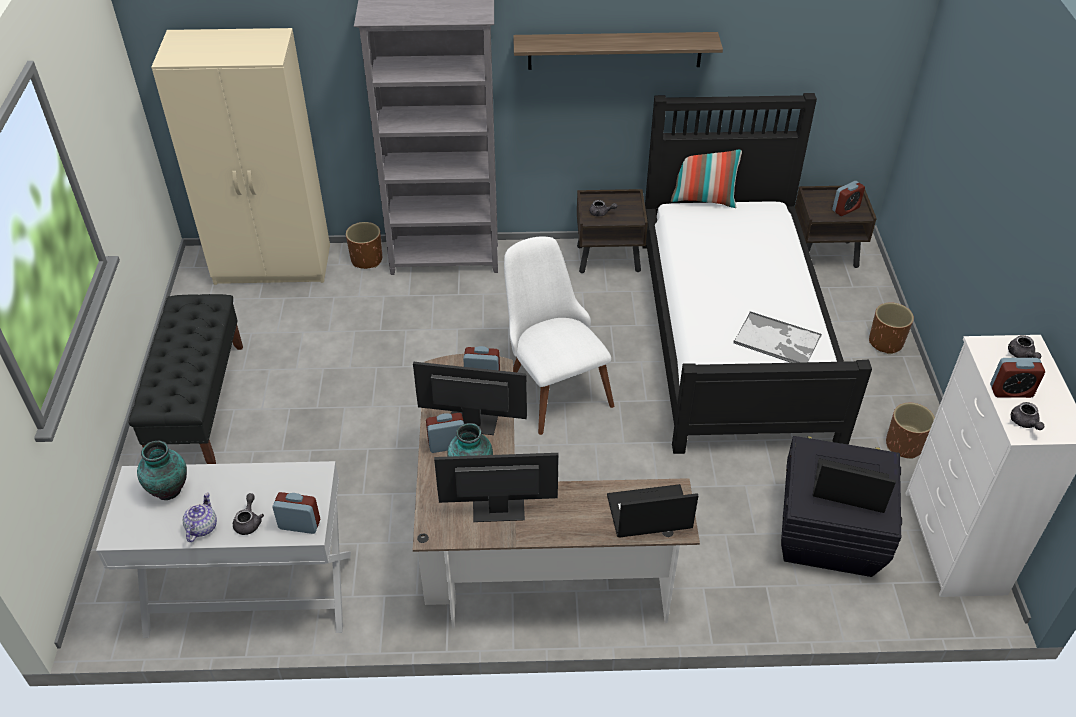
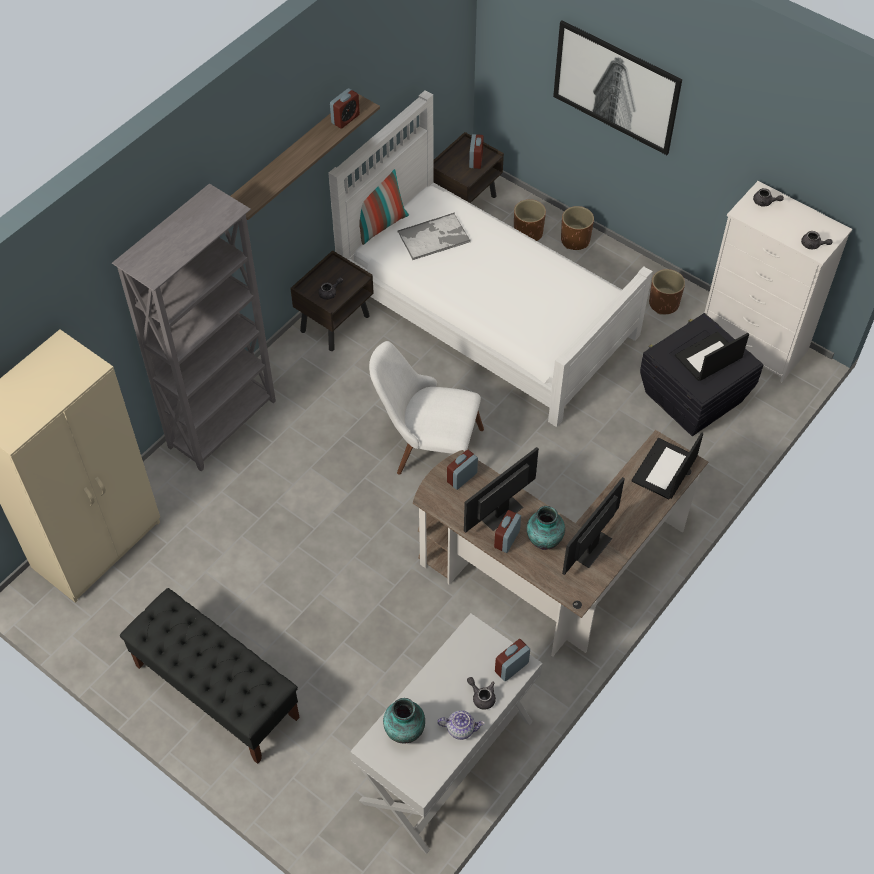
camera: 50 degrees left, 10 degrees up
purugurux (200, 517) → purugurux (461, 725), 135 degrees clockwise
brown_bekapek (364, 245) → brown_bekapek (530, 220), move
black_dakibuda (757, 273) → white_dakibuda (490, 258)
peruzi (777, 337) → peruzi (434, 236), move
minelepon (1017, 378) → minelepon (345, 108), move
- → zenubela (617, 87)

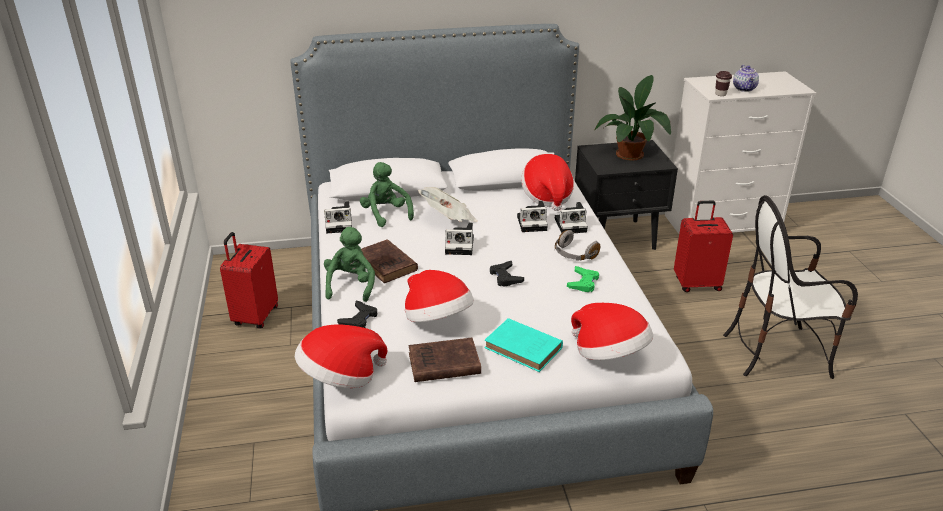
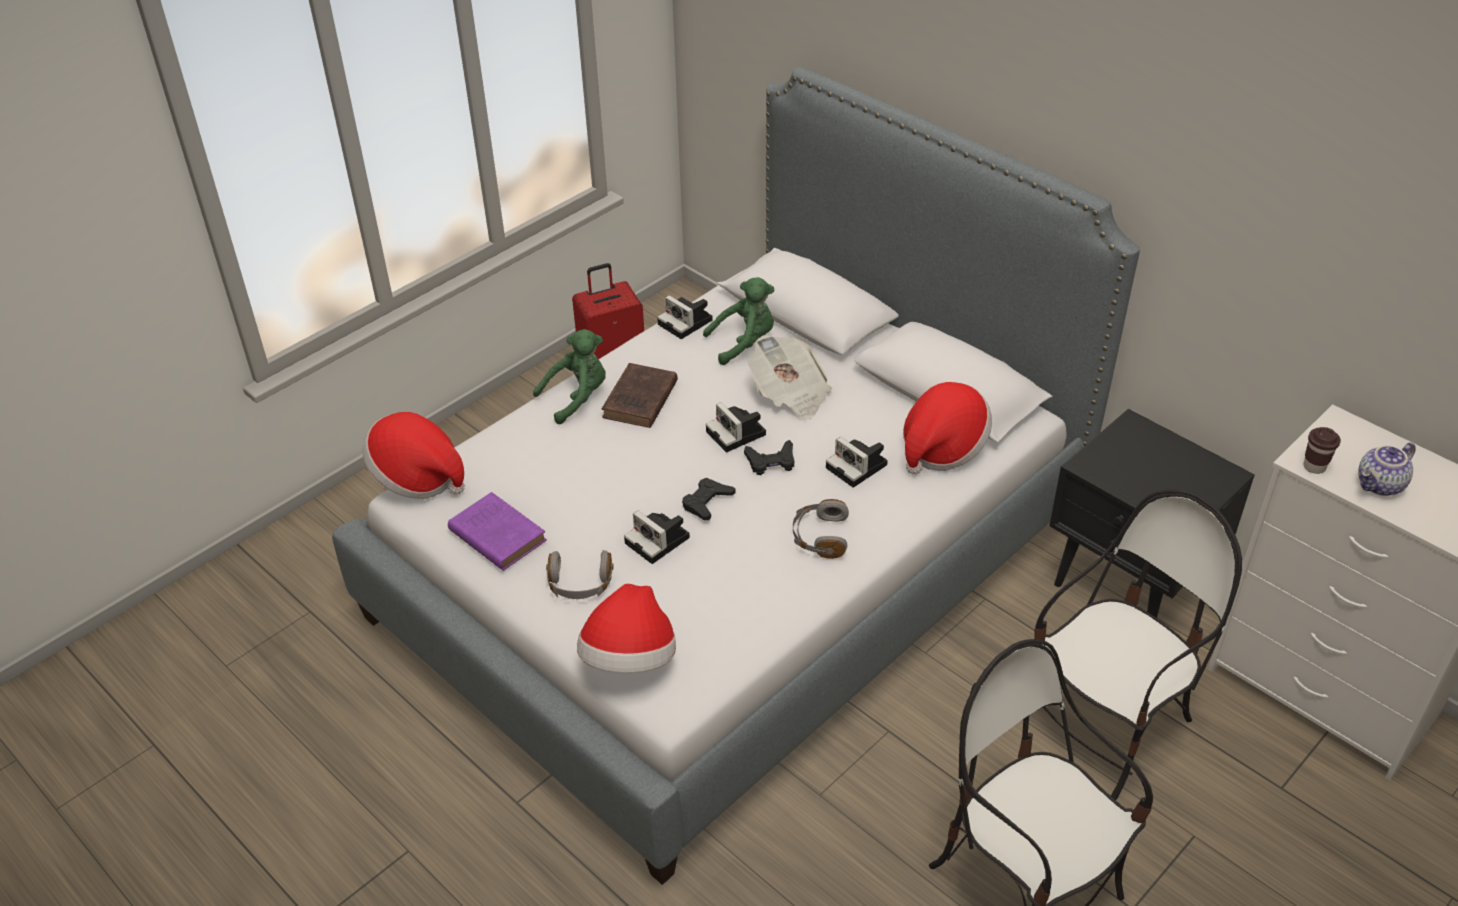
camera: 55 degrees right, 10 degrees up
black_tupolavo (357, 314) → black_tupolavo (769, 457), move
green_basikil (387, 194) → green_basikil (738, 321), 45 degrees clockwise
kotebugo (439, 296) → -
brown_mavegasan (444, 360) → purple_mavegasan (497, 531)
turquoise_mavegasan (523, 345) → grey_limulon (580, 574)
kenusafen (571, 217) → kenusafen (657, 537), move
green_tupolavo (583, 279) → -
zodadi (633, 118) → -
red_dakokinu (703, 246) → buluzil (1131, 644)

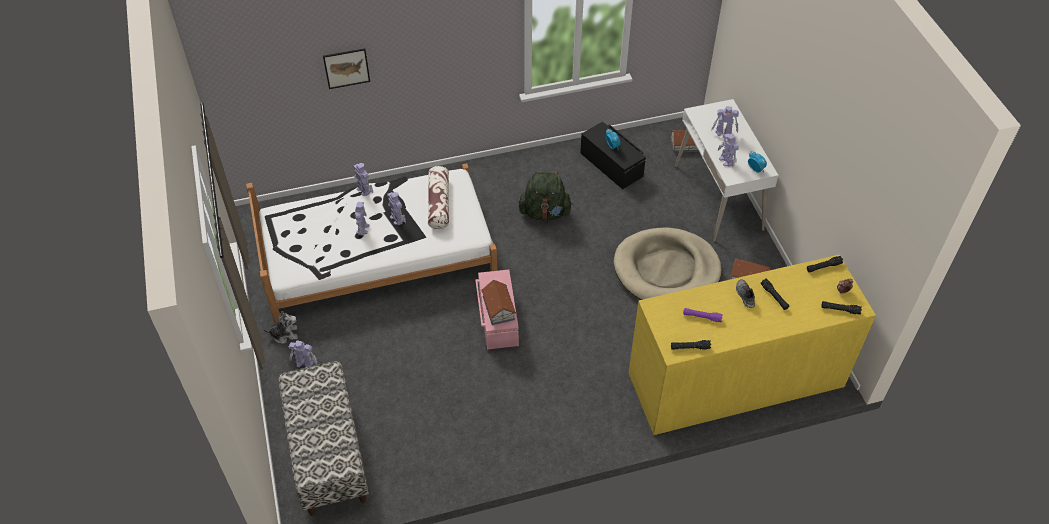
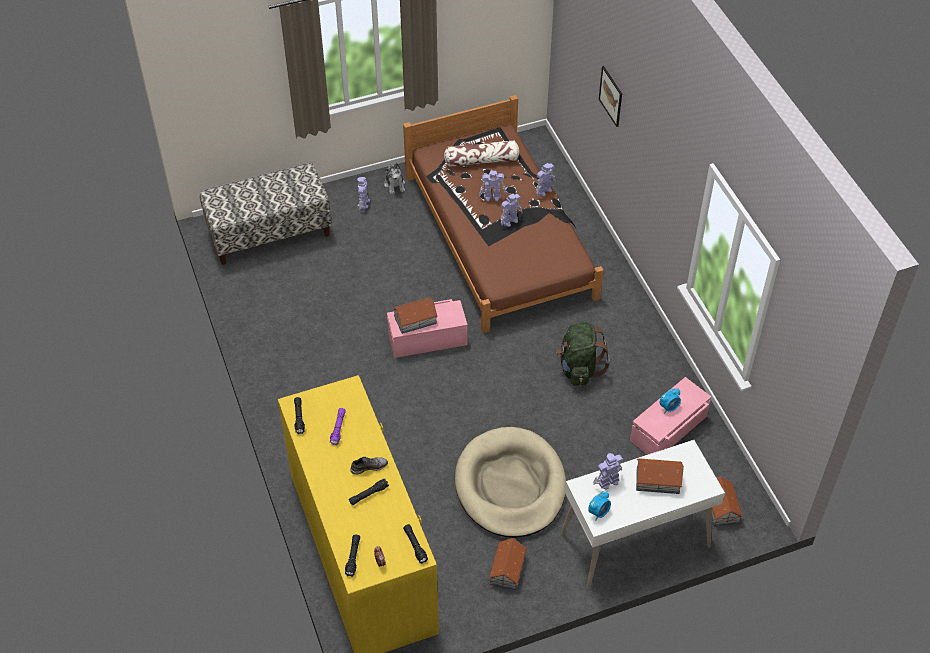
camera: 85 degrees right, 0 degrees up
white_dakibuda (371, 243) → brown_dakibuda (503, 214)
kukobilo (438, 197) → kukobilo (481, 154), move
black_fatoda (613, 155) → pink_fatoda (670, 416)
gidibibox (725, 121) → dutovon (660, 476)

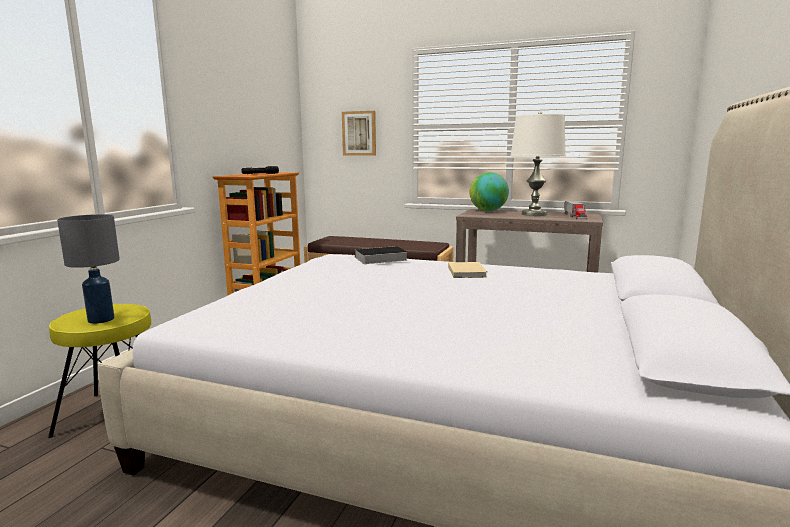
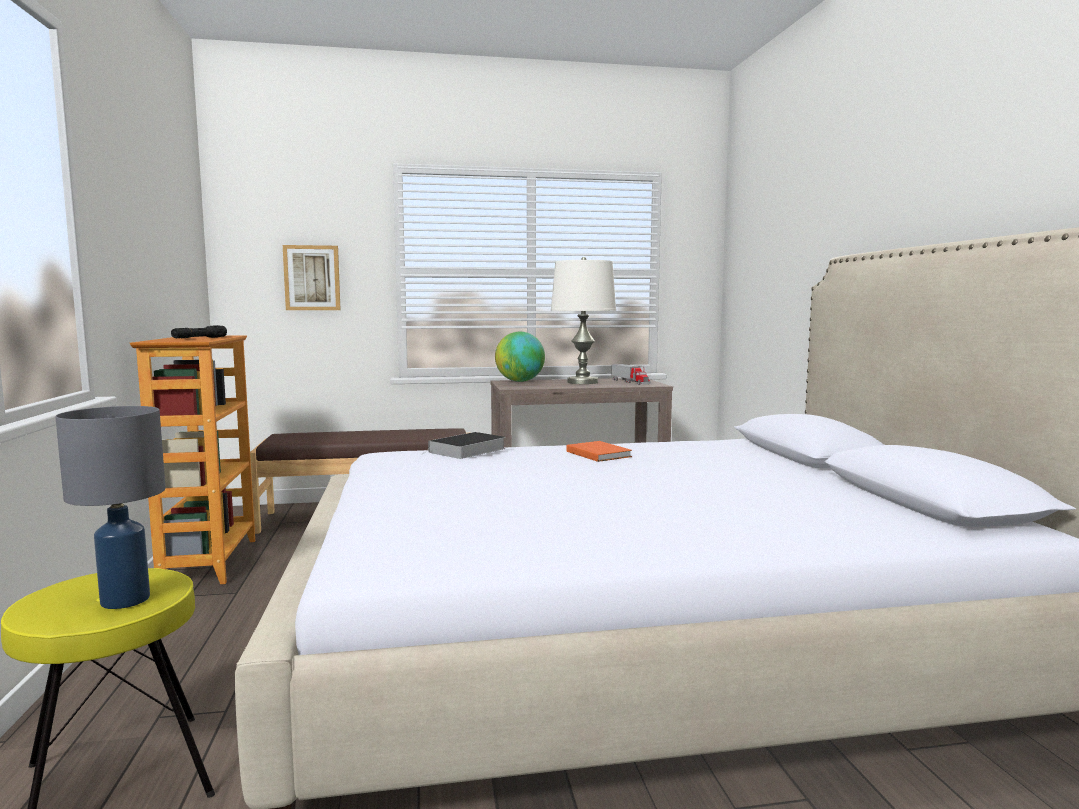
camera: 30 degrees left, 5 degrees down
beige_mavegasan (467, 270) → orange_mavegasan (599, 451)

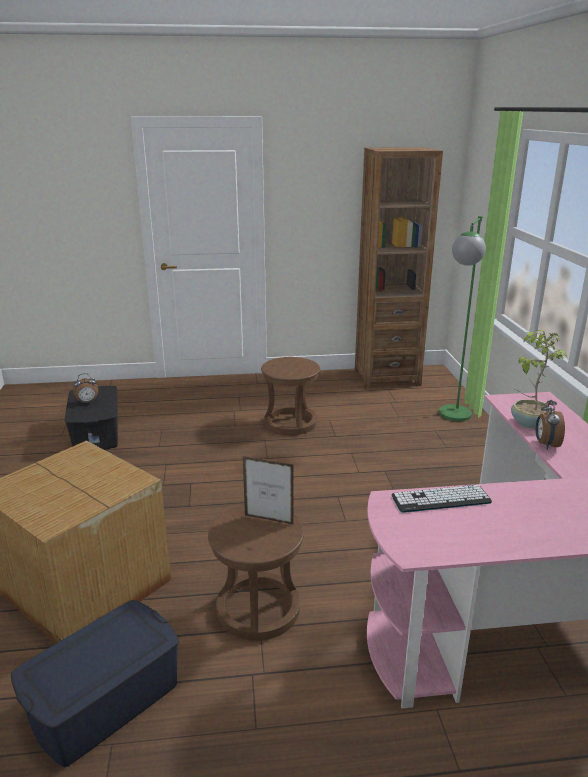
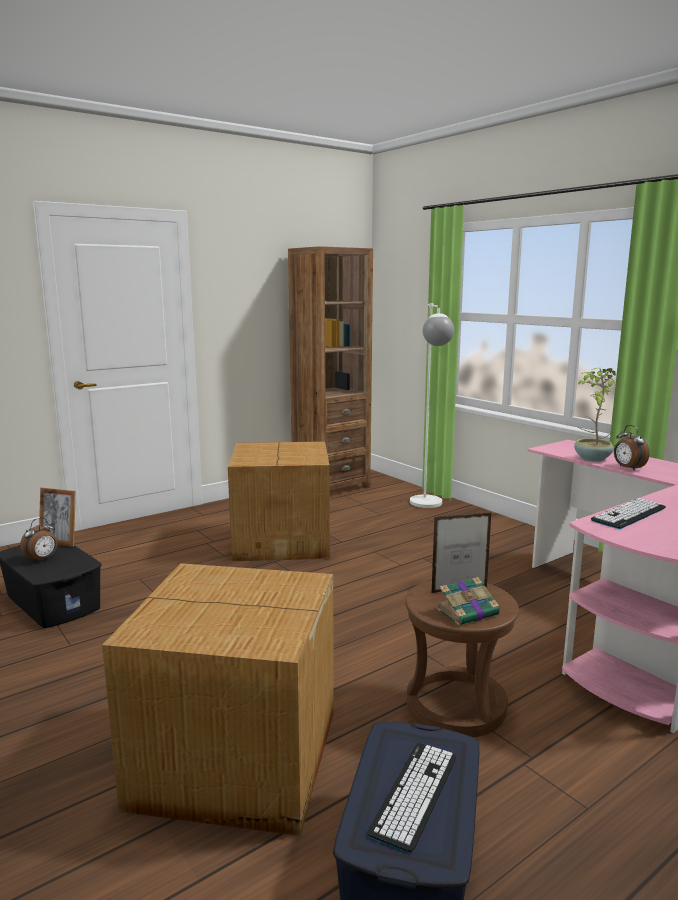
camera: 30 degrees left, 10 degrees down
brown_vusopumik (290, 396) → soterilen (279, 501)
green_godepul (462, 318) → white_godepul (432, 405)
- → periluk (57, 517)
- → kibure (411, 798)
- → mavegasan (469, 601)

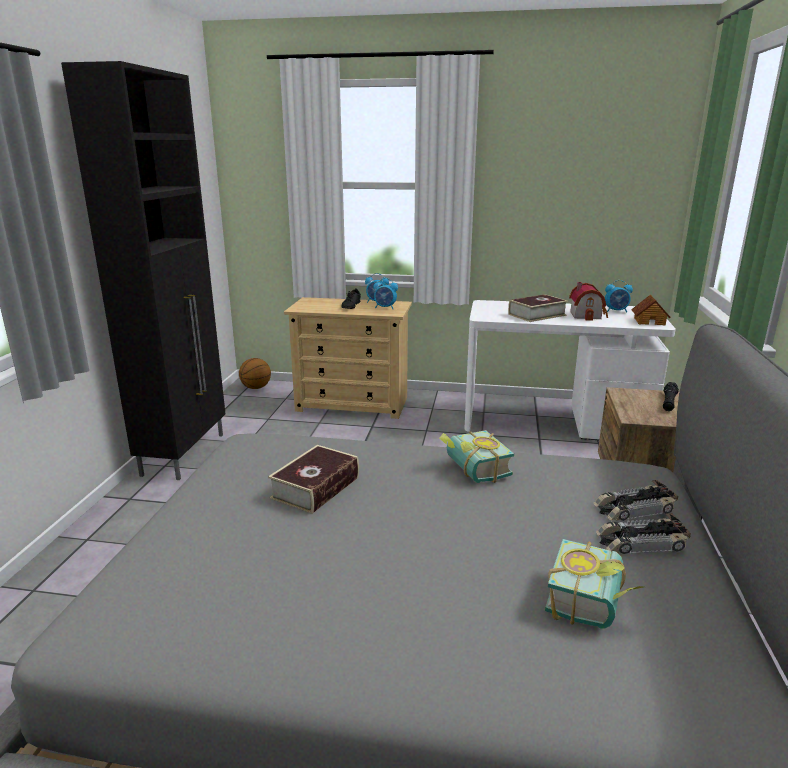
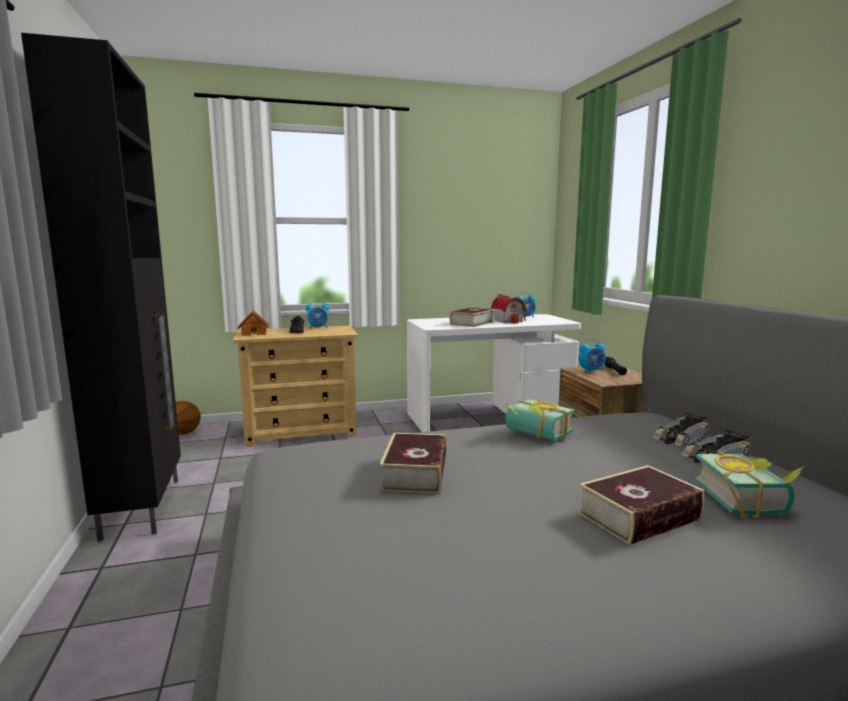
camera: 25 degrees left, 10 degrees down
minelepon (385, 293) → minelepon (592, 356), move
dutovon (650, 310) → dutovon (253, 323), move
- → mavegasan (640, 505)

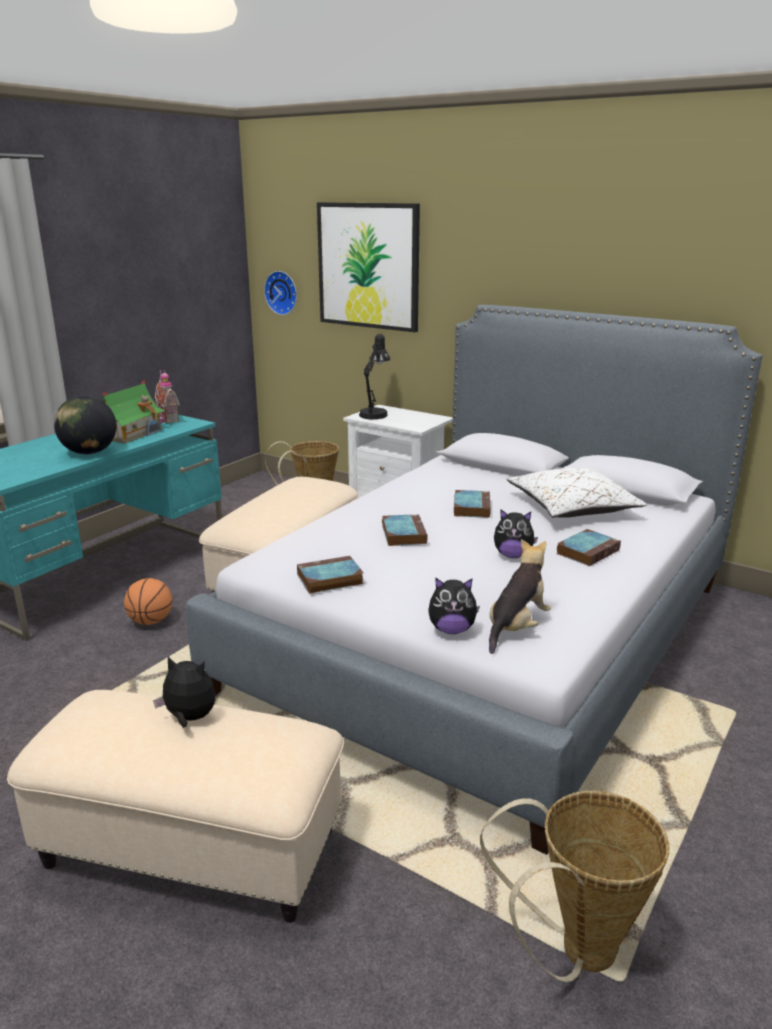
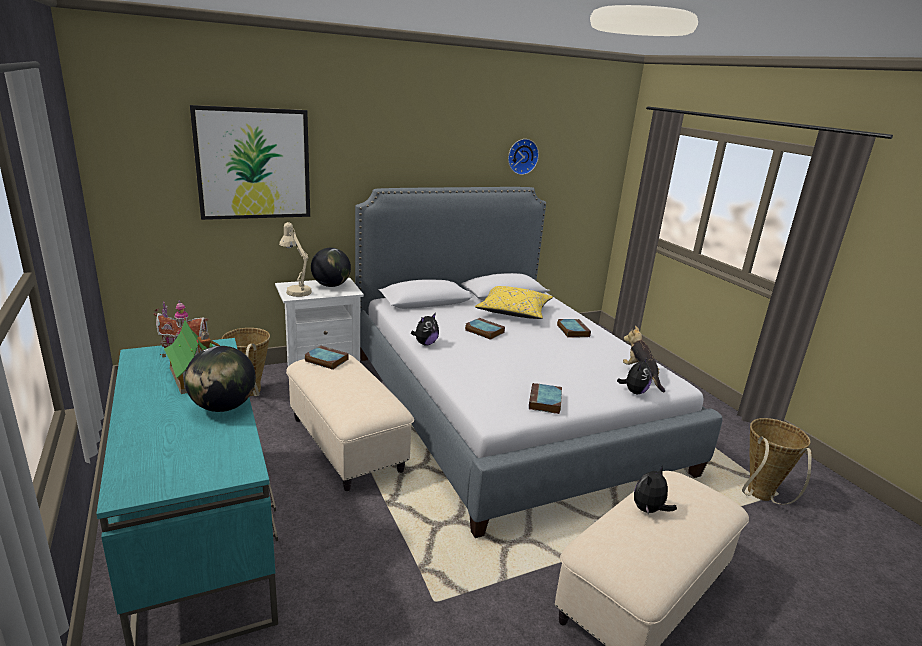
camera: 60 degrees left, 0 degrees up
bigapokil (148, 601) → -
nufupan (280, 293) → nufupan (523, 157), move
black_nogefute (374, 377) → beige_nogefute (295, 259)
mavegasan (404, 530) → mavegasan (326, 357), move
basikil (516, 534) → basikil (425, 329), move
white_kukobilo (577, 493) → yellow_kukobilo (514, 302)
- → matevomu (331, 267)

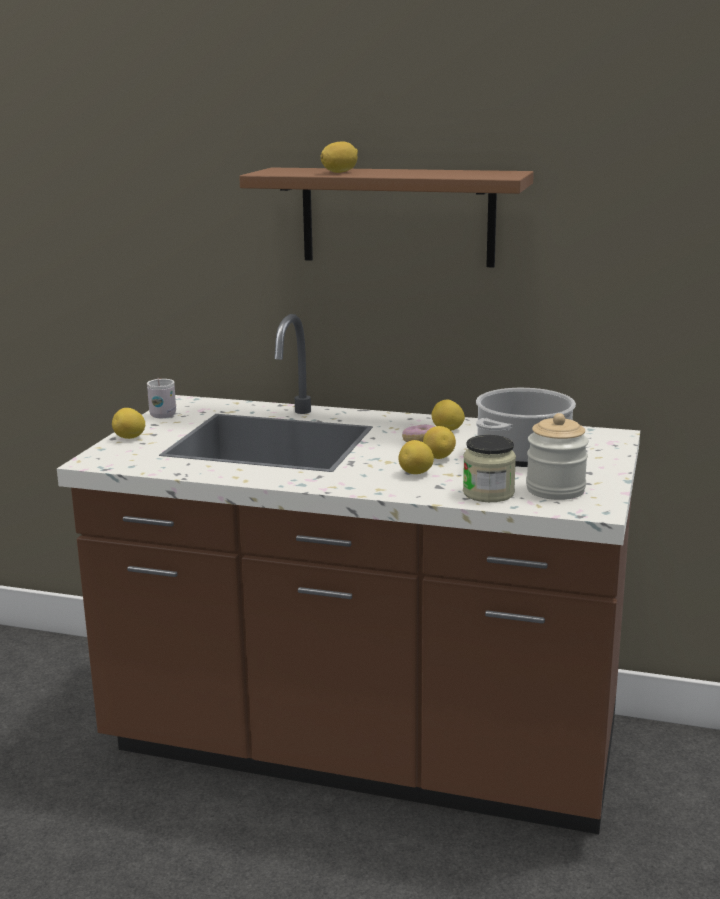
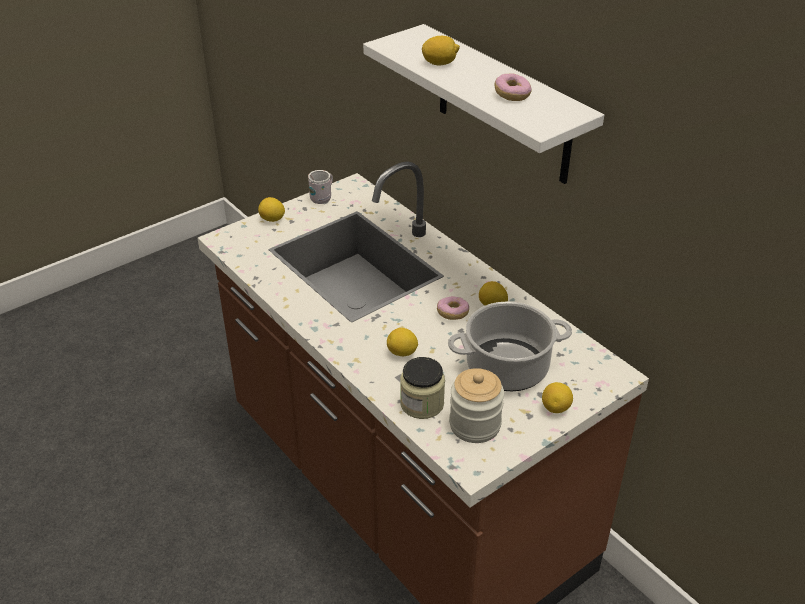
camera: 35 degrees right, 20 degrees up
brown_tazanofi (386, 217) → white_tazanofi (483, 104)
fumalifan (439, 442) → fumalifan (557, 397), move
- → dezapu (513, 87)

